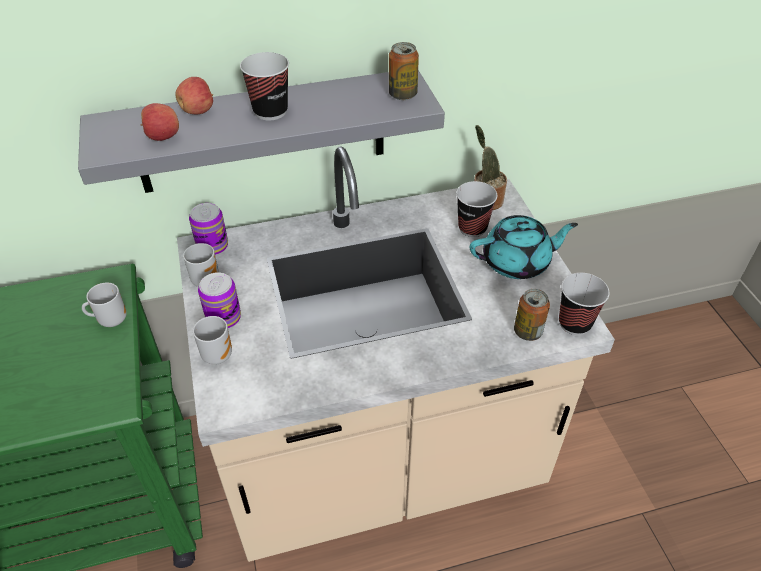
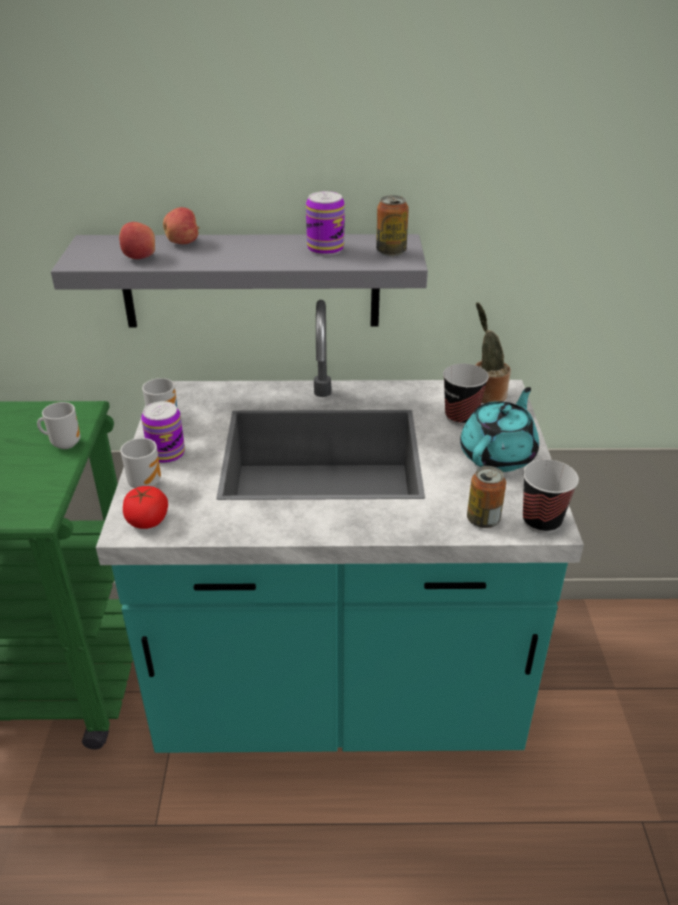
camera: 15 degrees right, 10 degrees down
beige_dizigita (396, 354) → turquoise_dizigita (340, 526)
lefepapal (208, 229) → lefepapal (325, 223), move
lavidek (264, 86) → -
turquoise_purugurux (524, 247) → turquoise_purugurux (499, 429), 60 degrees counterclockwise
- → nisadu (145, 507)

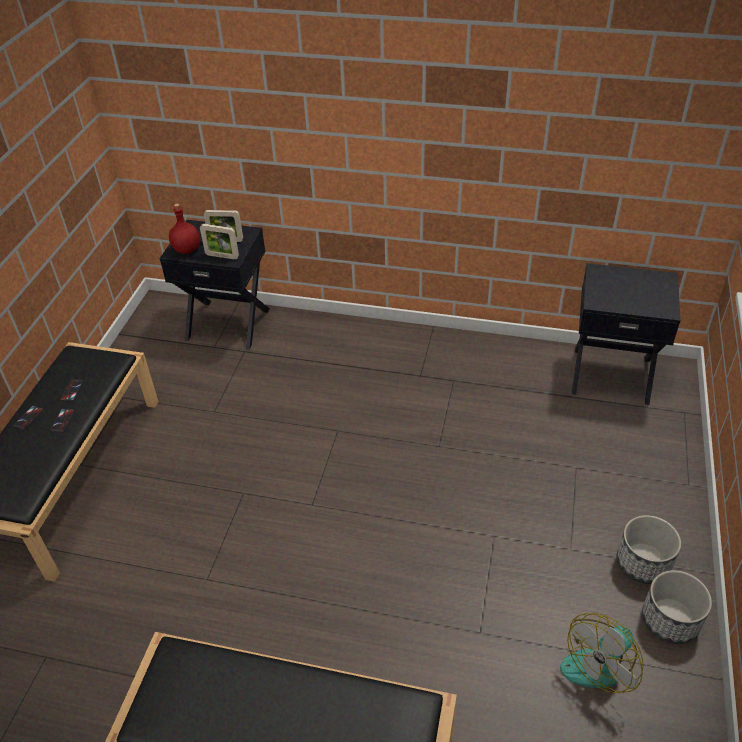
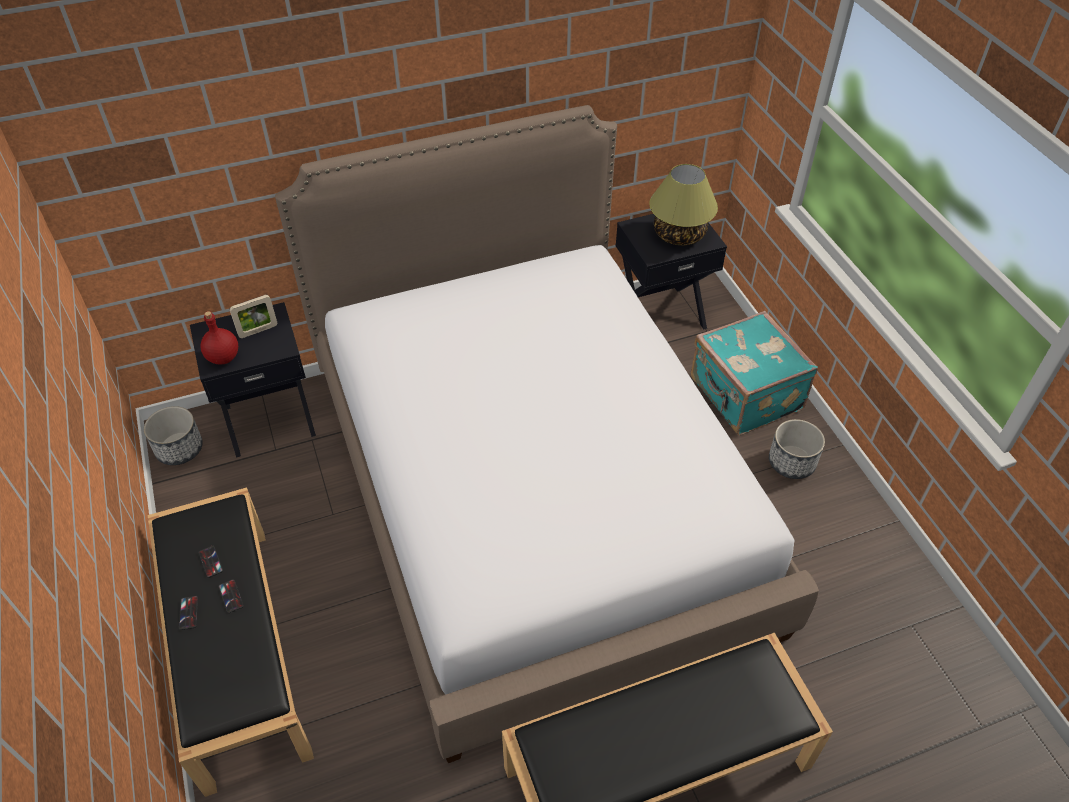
camera: 35 degrees left, 5 degrees up
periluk (219, 242) → -
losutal (602, 653) → -
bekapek (677, 607) → bekapek (173, 435), move
- → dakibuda (547, 434)
- → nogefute (683, 204)
- → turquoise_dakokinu (754, 373)

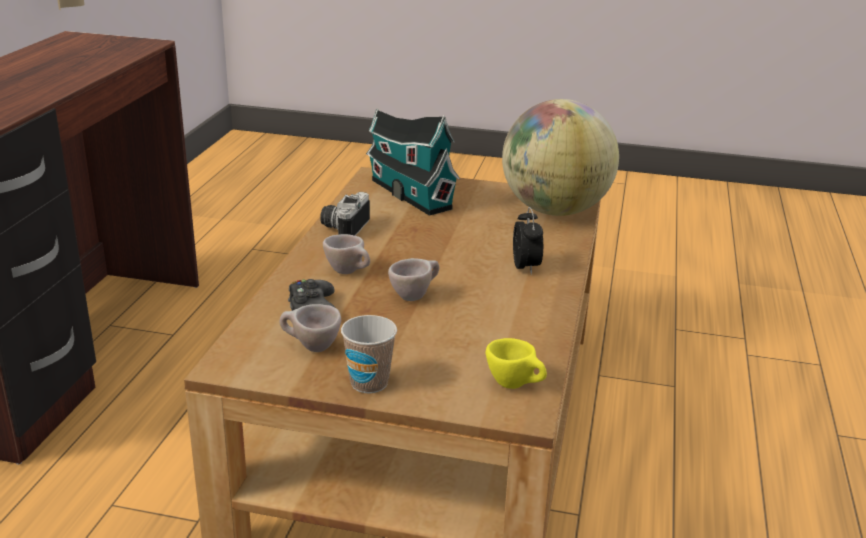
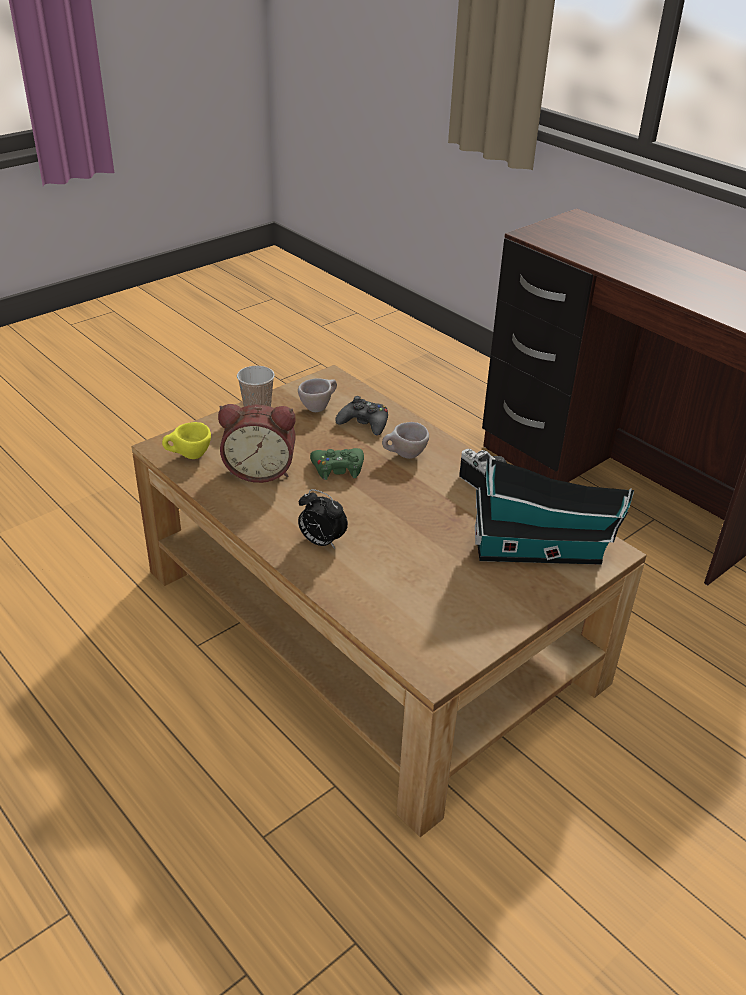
camera: 125 degrees right, 10 degrees up
beige_lavidek (413, 279) → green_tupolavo (337, 464)
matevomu (560, 157) → -
- → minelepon (257, 443)

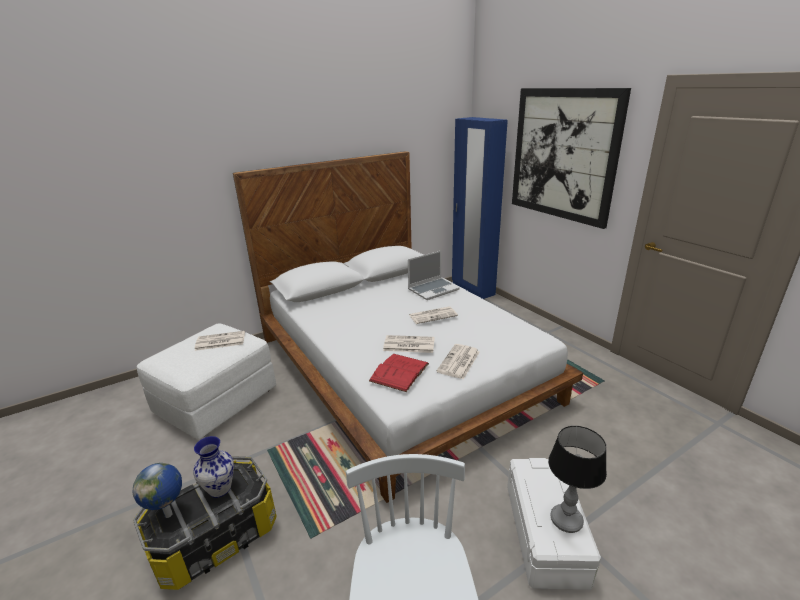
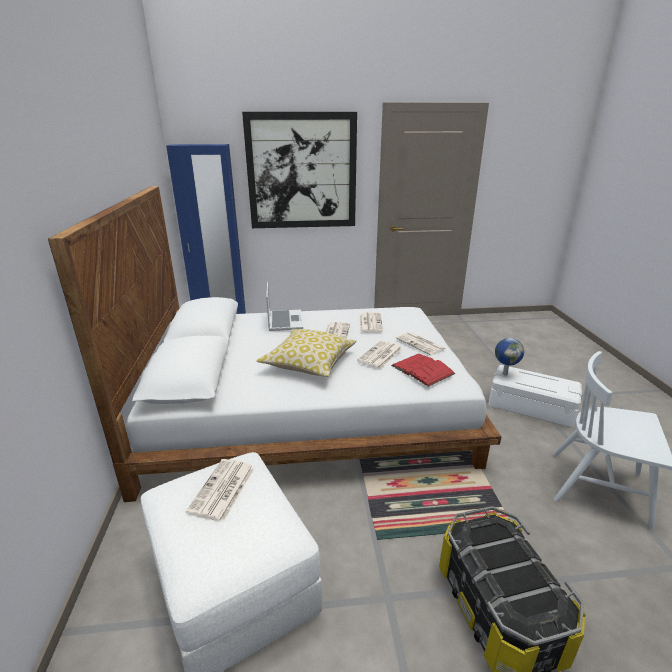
camera: 65 degrees left, 0 degrees up
matevomu (157, 490) → matevomu (509, 357), move
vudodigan (213, 467) → -
nogefute (577, 479) → -
- → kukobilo (306, 353)
- → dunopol (371, 322)

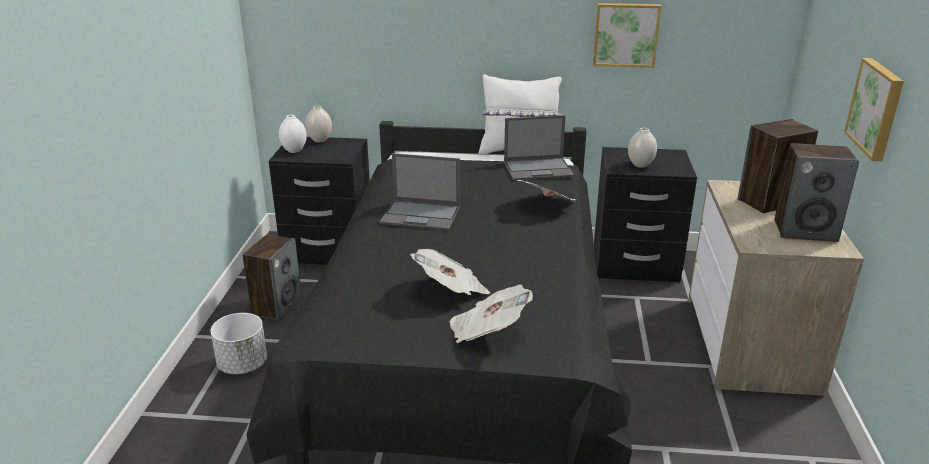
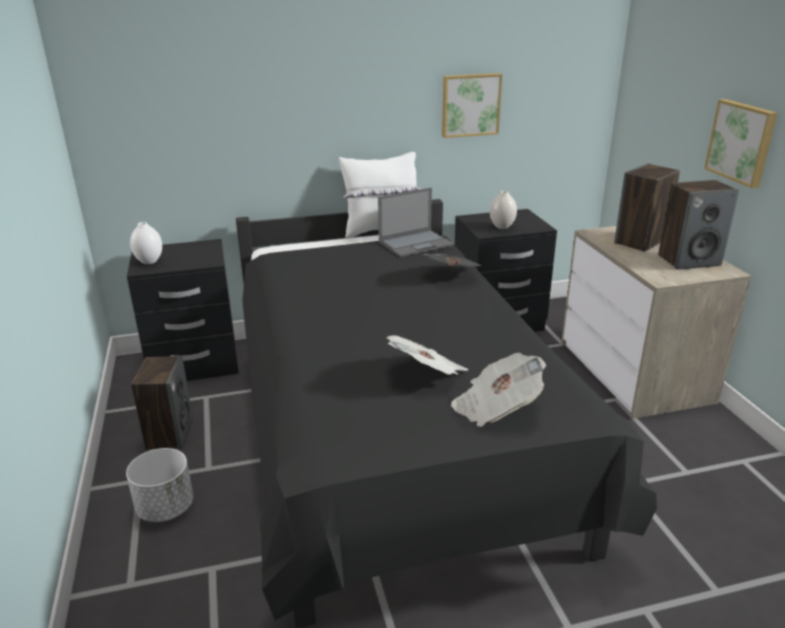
camera: 20 degrees left, 0 degrees up
white_vudodigan (318, 124) → -
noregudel (420, 191) → -

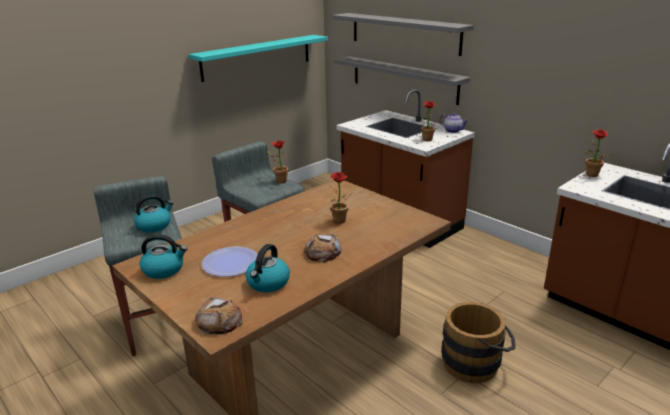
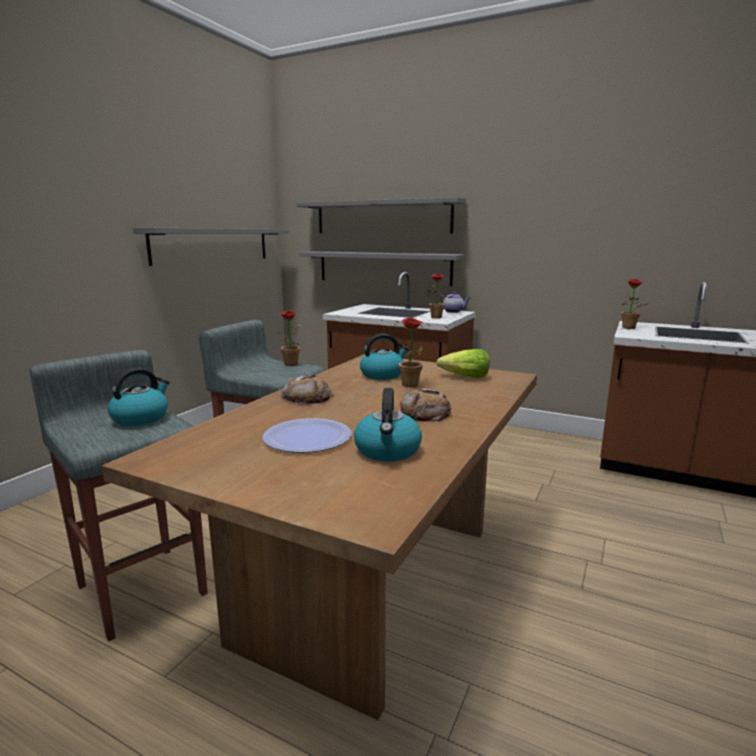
camera: 20 degrees left, 10 degrees down
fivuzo (163, 256) → fivuzo (384, 357), move
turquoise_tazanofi (258, 58) → grey_tazanofi (211, 247)
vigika (218, 316) → vigika (307, 389), move
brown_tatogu (478, 342) → -
- → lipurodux (463, 363)

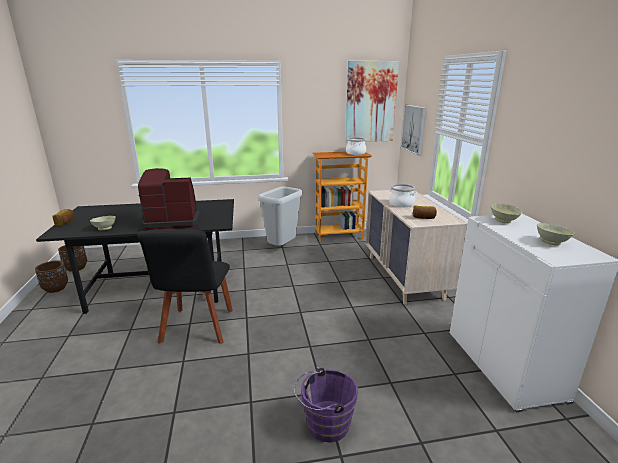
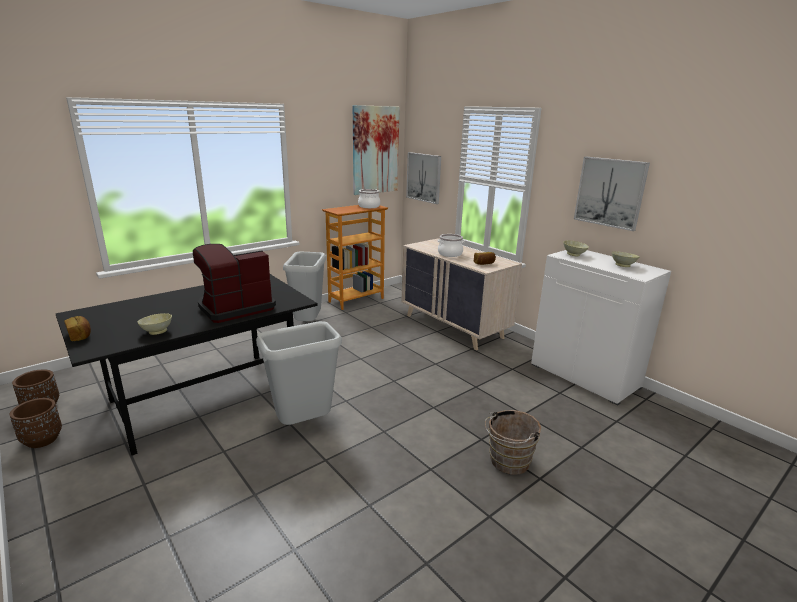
camera: 30 degrees left, 0 degrees up
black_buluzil (185, 286) → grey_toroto (299, 373)
purple_tatogu (326, 405) → brown_tatogu (513, 442)
- → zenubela (612, 194)

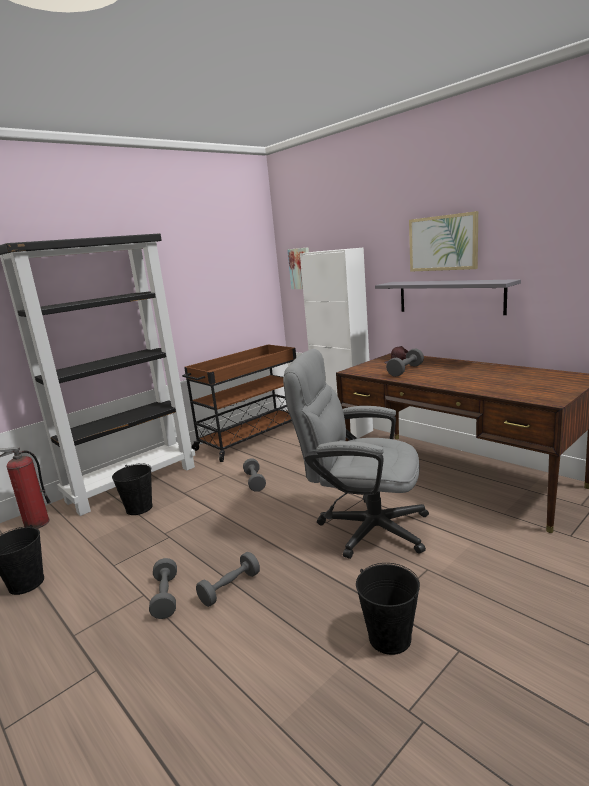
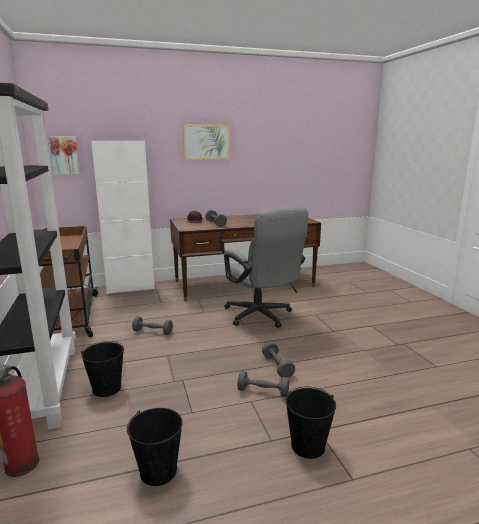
camera: 65 degrees left, 0 degrees up
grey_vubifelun (356, 454) → grey_vubifelun (266, 267), 75 degrees counterclockwise
black_tatogu (388, 609) → black_tatogu (311, 423), move
grey_tazanofi (448, 297) → -

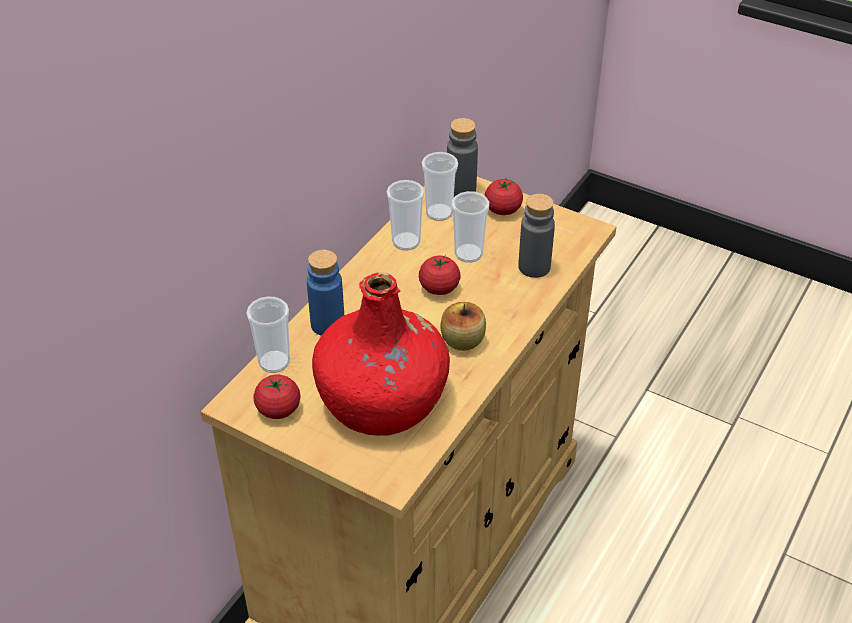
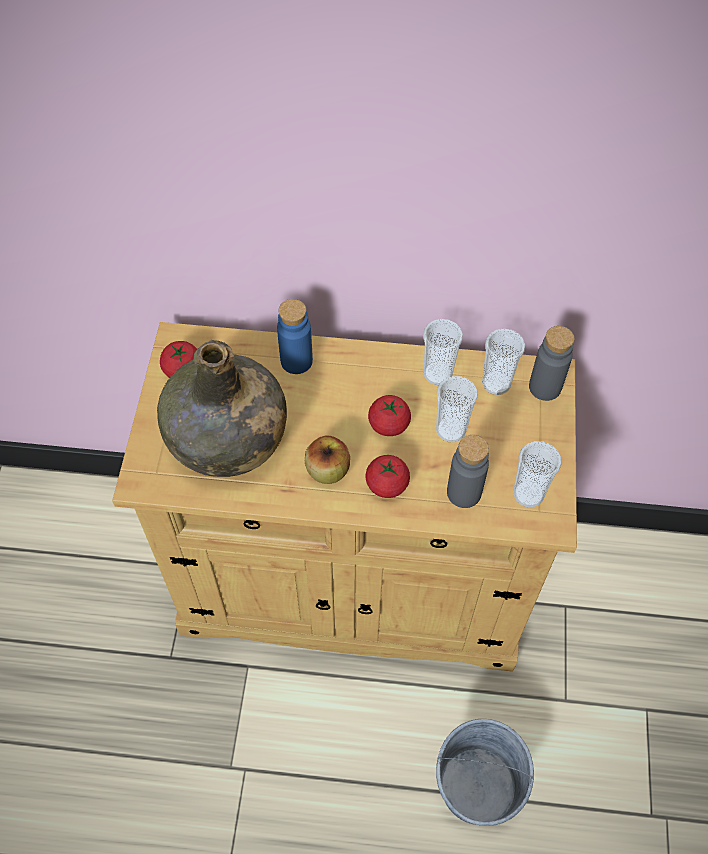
camera: 65 degrees right, 15 degrees up
lavidek (268, 334) → lavidek (537, 474), move
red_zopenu (381, 354) → green_zopenu (222, 408)
nisadu (503, 196) → nisadu (387, 476), move
- → grey_tatogu (485, 772)

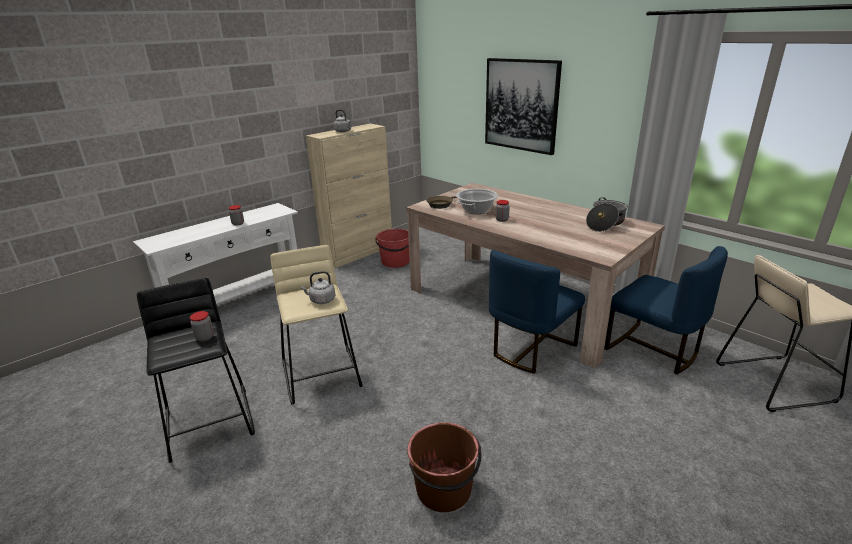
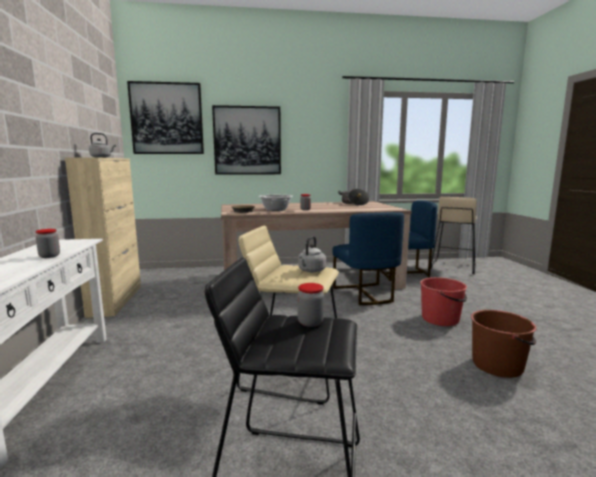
camera: 55 degrees left, 15 degrees down
red_tatogu (392, 248) → red_tatogu (443, 301), move
- → zenubela (165, 117)

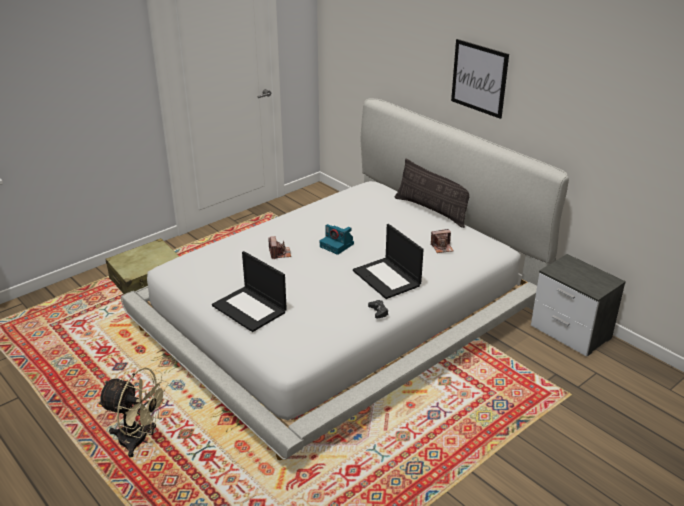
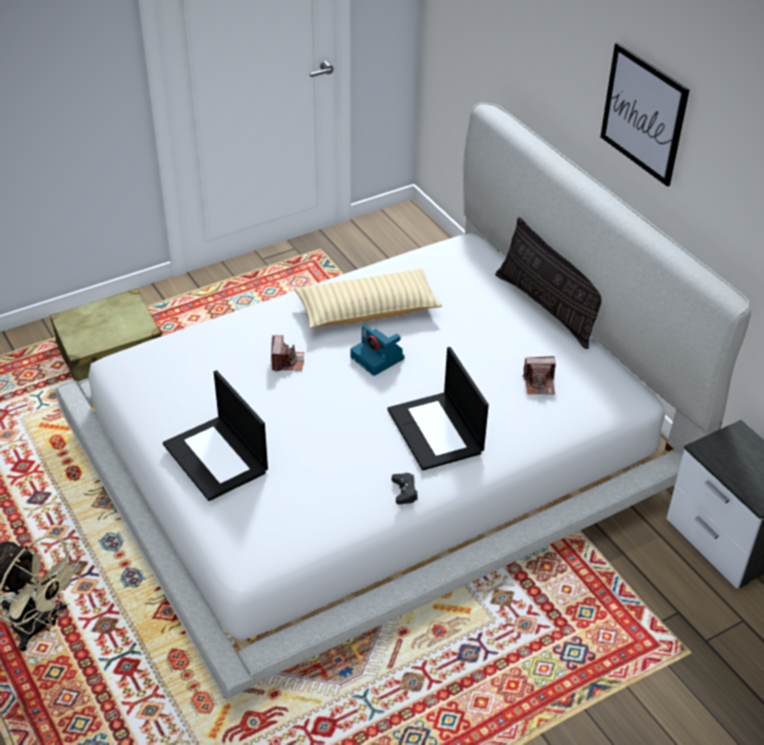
camera: 10 degrees right, 10 degrees up
- → beige_kukobilo (368, 298)

